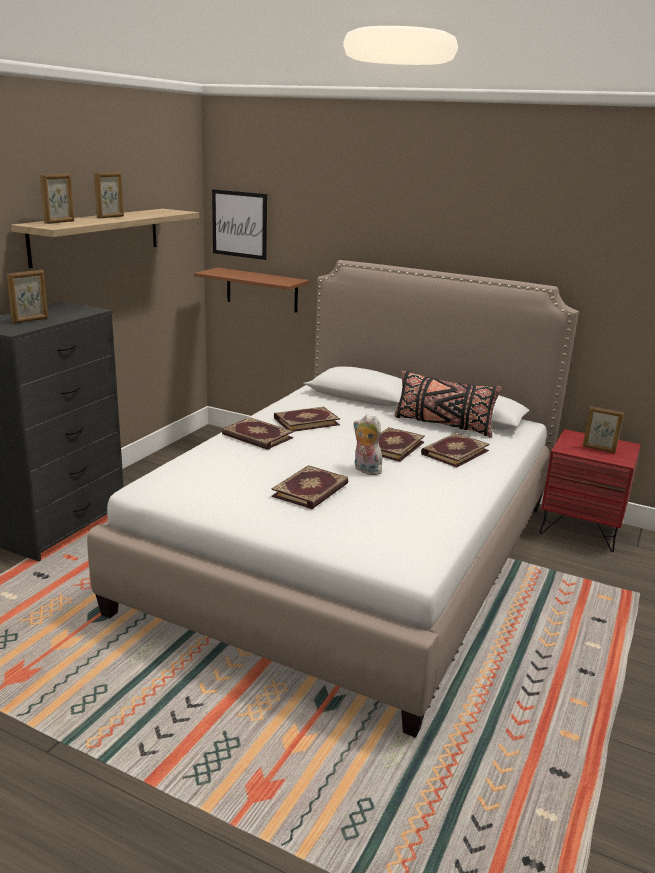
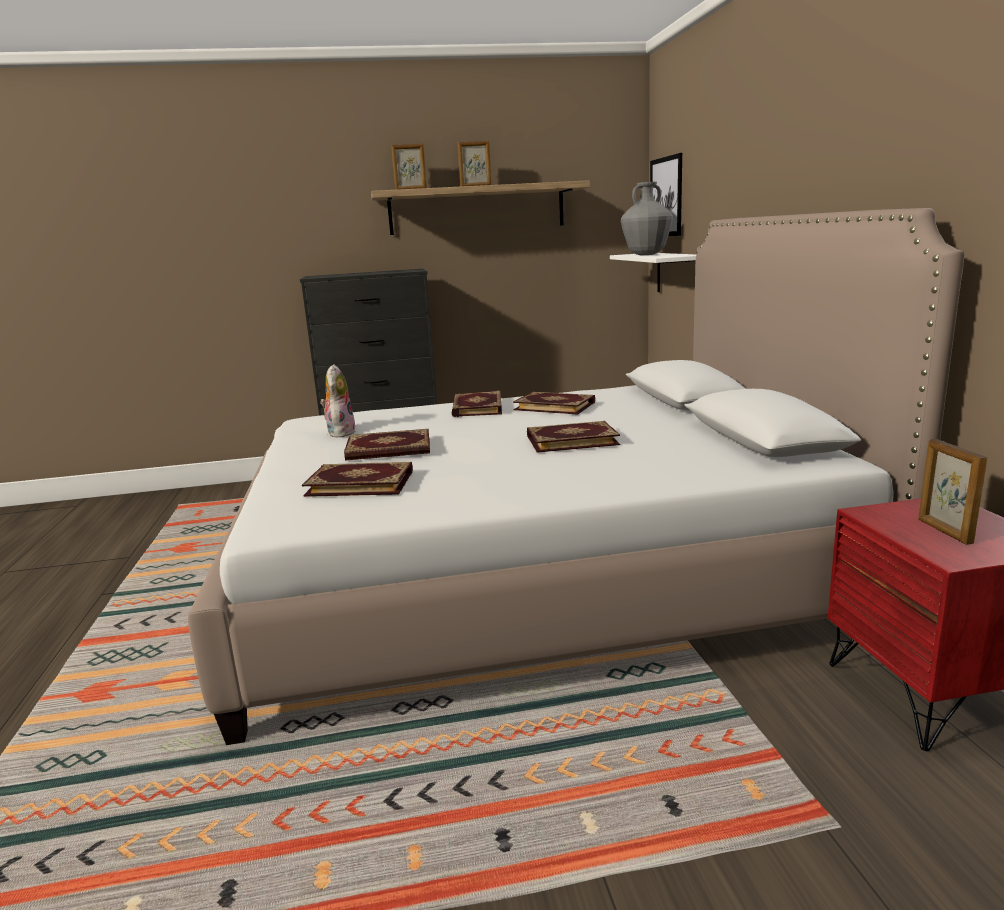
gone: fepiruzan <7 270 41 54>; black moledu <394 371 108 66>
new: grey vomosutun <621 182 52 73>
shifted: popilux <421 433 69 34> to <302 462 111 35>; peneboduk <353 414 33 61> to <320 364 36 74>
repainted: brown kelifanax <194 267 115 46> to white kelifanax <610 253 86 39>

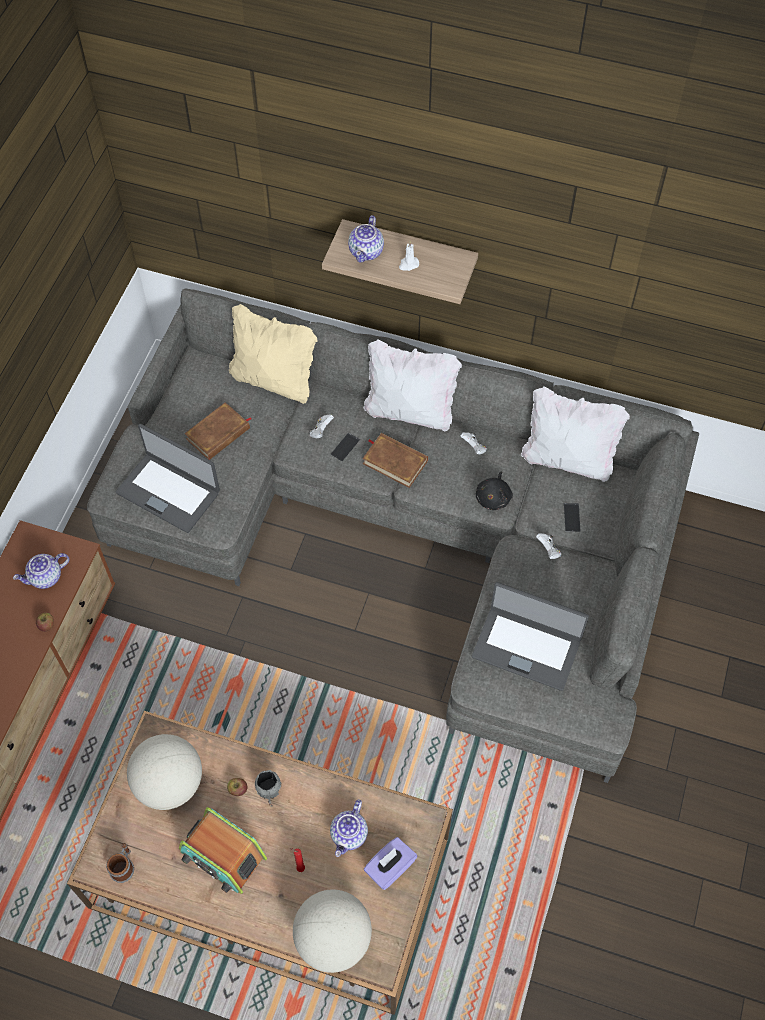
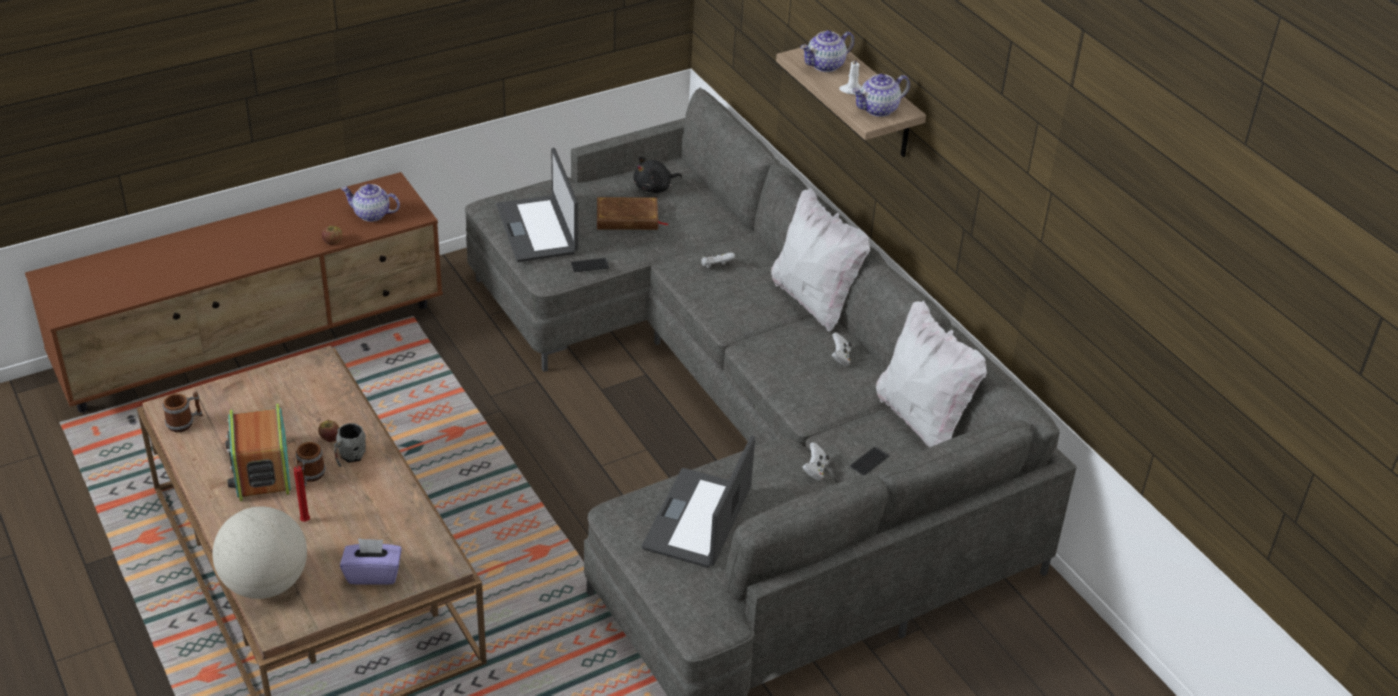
gone: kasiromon <127 734 75 76>; beige moledu <229 304 88 100>; brown popilux <363 433 65 55>
new: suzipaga <296 442 30 44>
shifted: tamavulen <330 433 30 28> to <571 258 38 14>; black peneboduk <476 472 37 38> to <634 156 48 37>; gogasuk <330 799 38 58> to <852 74 58 43>
rotated: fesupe <472 582 117 109> = <642 435 113 133> 45 degrees clockwise

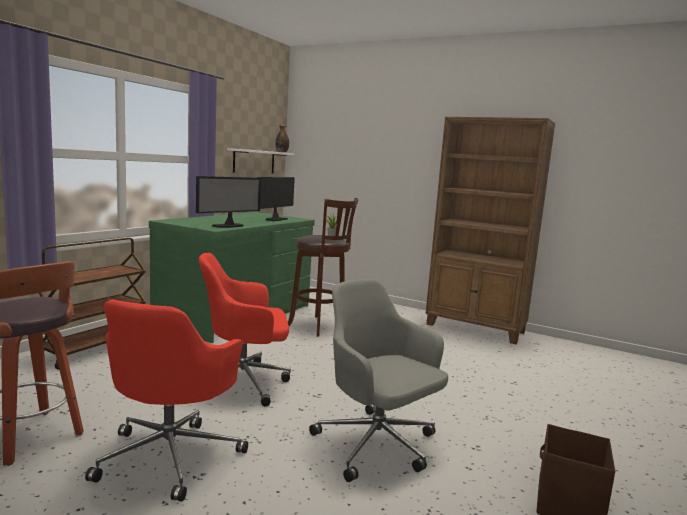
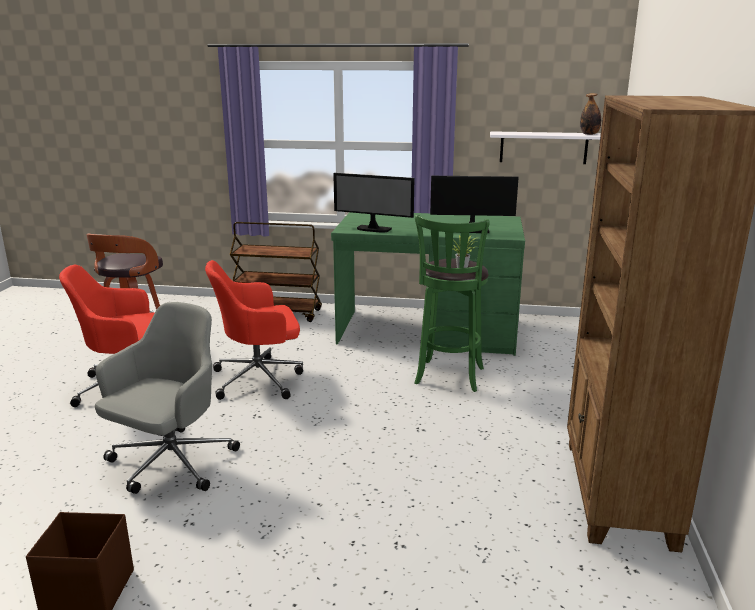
repainted: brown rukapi <288 198 70 138> to green rukapi <415 215 75 177>
rotated: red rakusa <199 253 92 153> = <205 260 98 140> 75 degrees counterclockwise

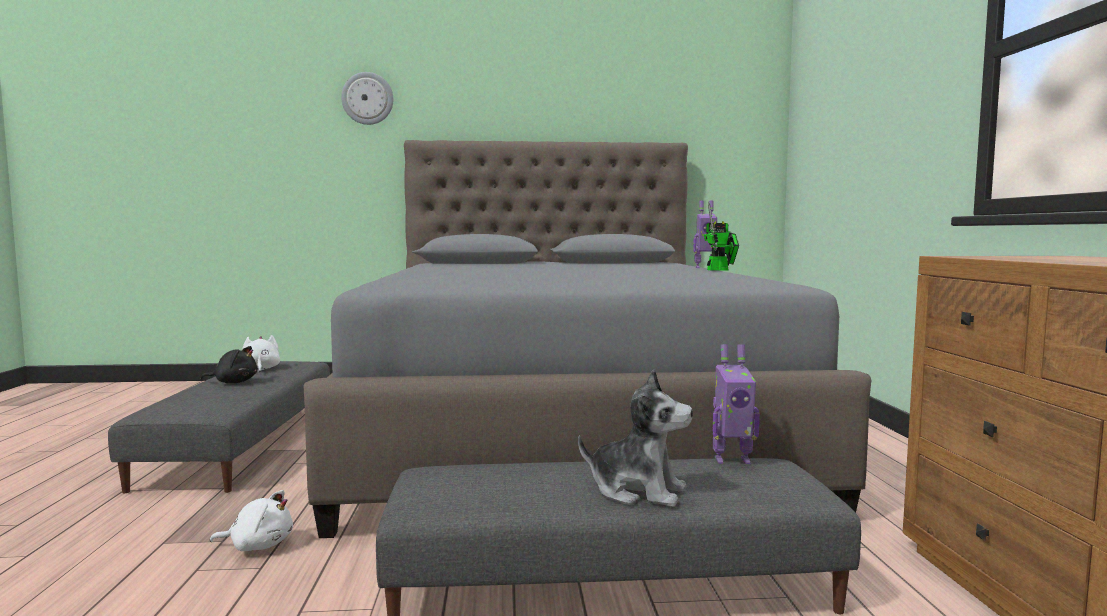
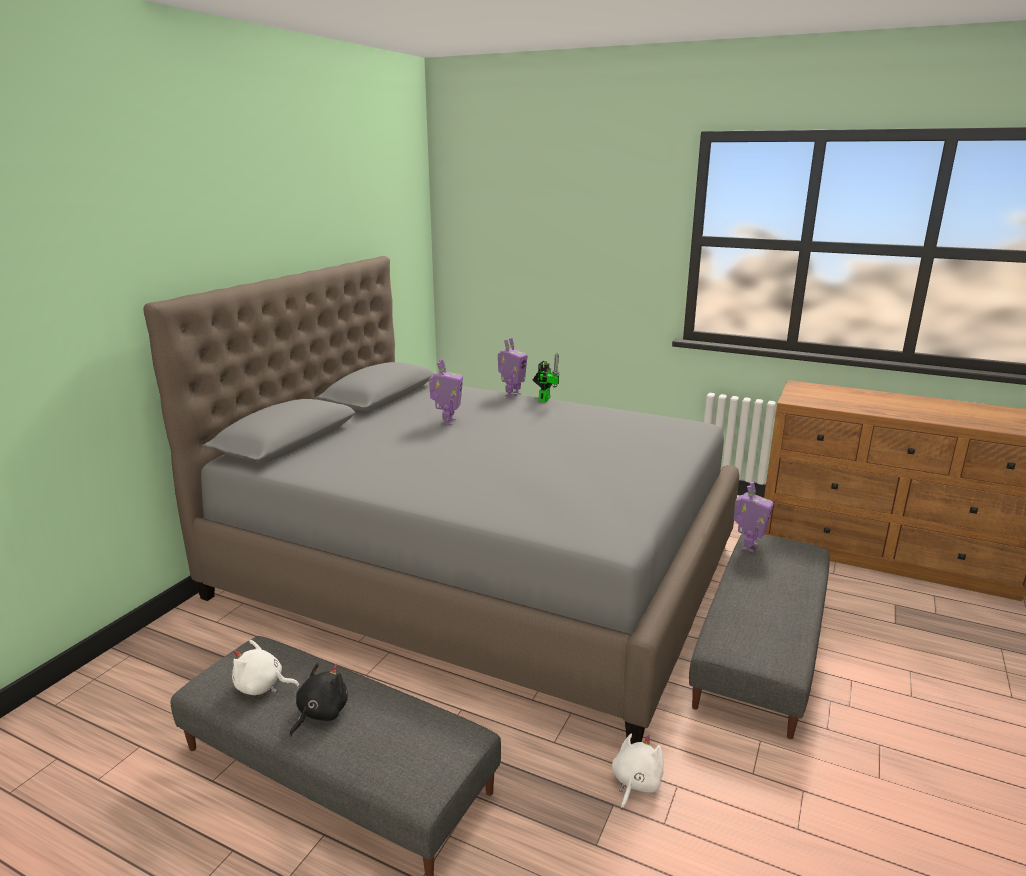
gone: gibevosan <341 72 52 53>; peneboduk <578 370 115 137>
new: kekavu <429 360 34 65>

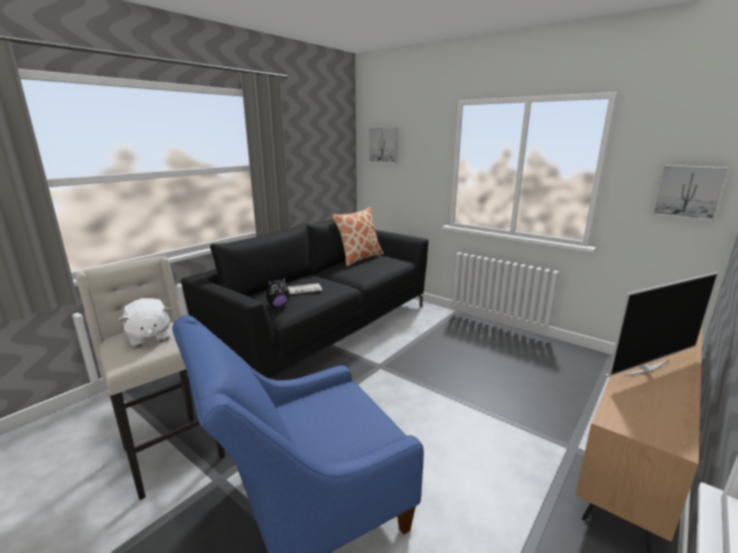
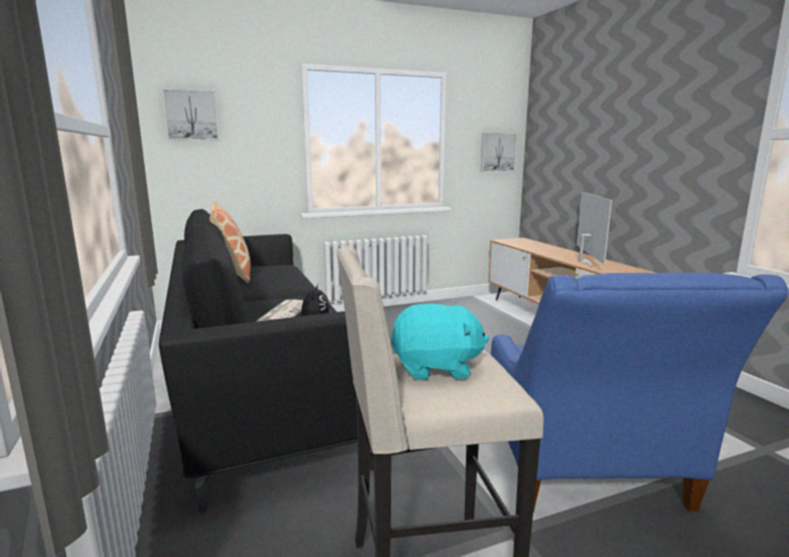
repainted: white peneboduk <119 298 52 49> to turquoise peneboduk <390 303 99 77>

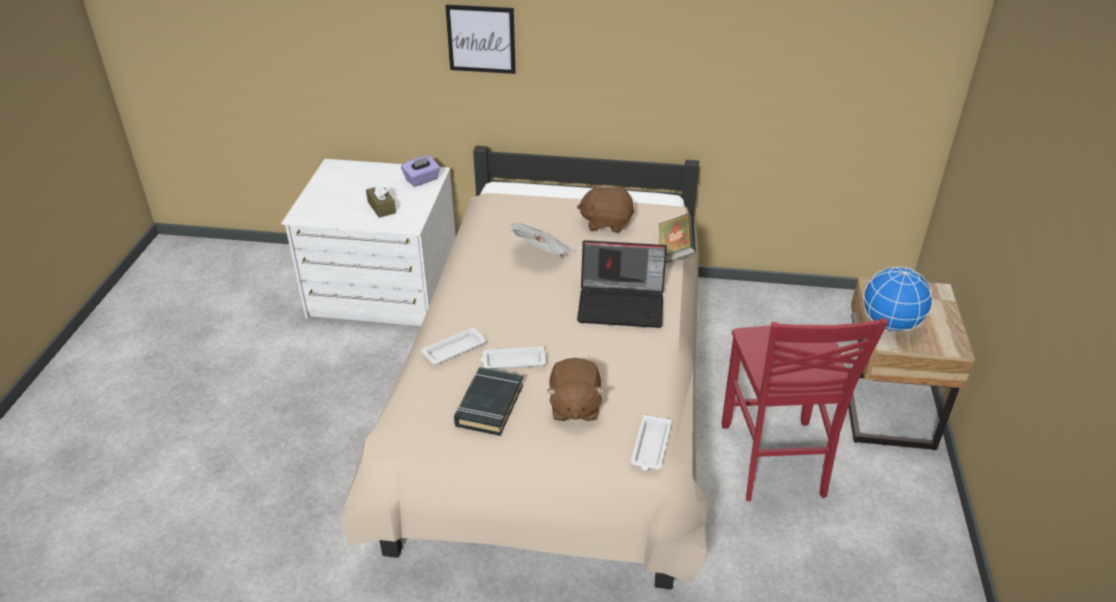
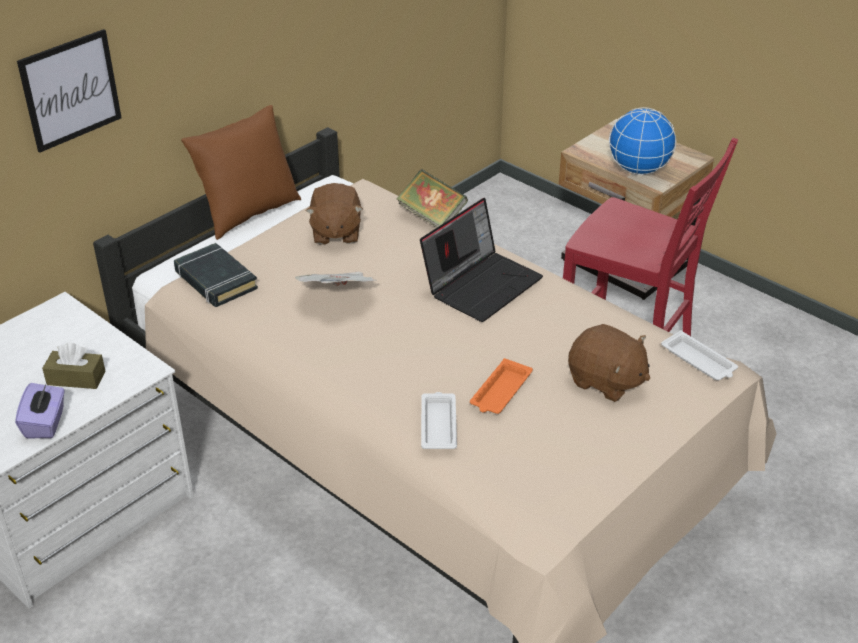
new: brown moledu <181 105 120 135>
shifted: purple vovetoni <401 156 39 31> to <15 383 50 55>; black popilux <454 367 69 69> to <174 243 84 64>
repainted: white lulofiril <480 346 66 23> to orange lulofiril <470 358 63 56>
rotated: brown peneboduk <577 184 58 49> = <306 183 57 62> 45 degrees counterclockwise

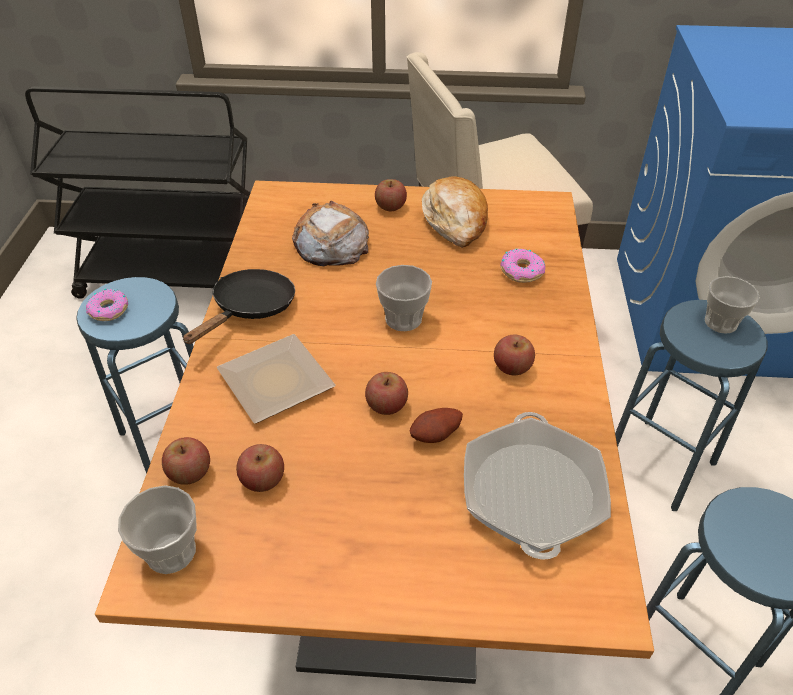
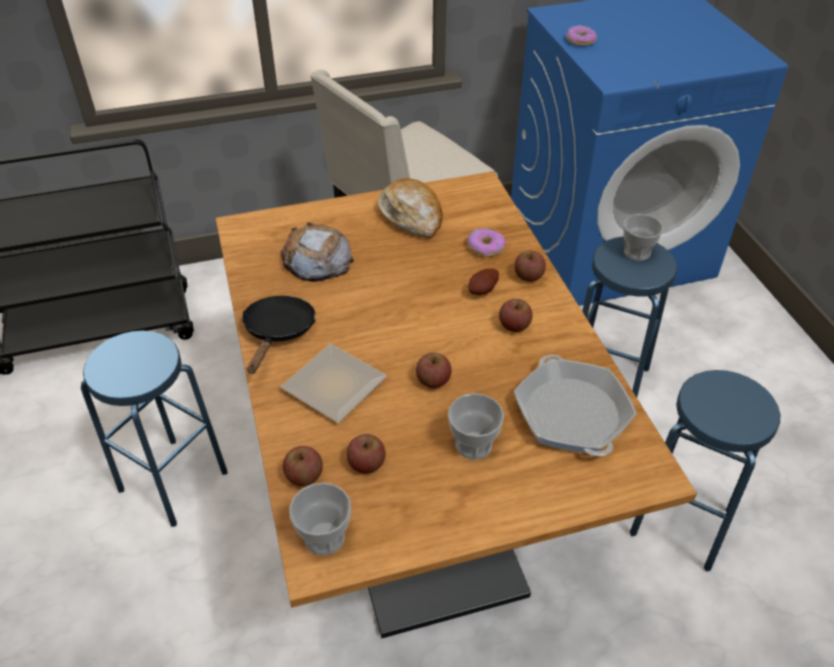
shifted: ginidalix <376 265 56 66> to <448 393 56 67>; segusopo <410 408 53 35> to <468 269 31 26>; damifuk <375 179 32 32> to <514 251 32 31>; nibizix <86 289 42 32> to <566 25 31 21>

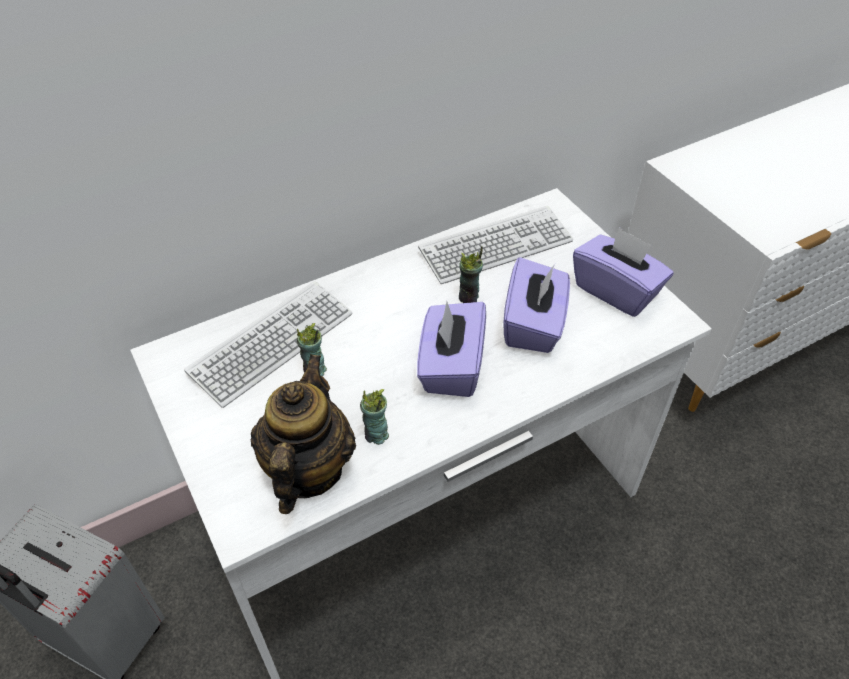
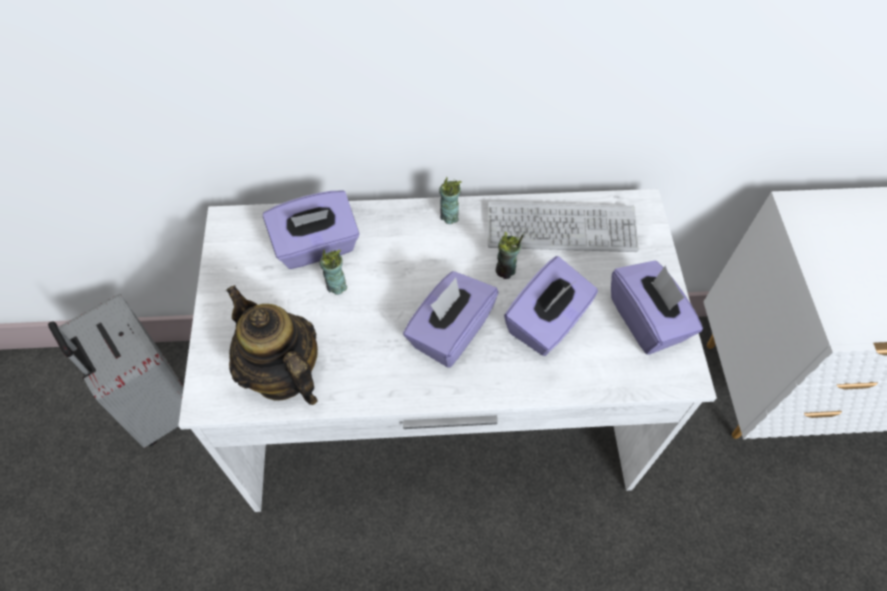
shifted: ginidalix <360 389 29 56> to <439 177 23 47>
swapped: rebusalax <184 281 168 127> to purple vovetoni <263 191 96 78>
rotated: gogasuk <251 354 105 160> = <226 285 92 120> 75 degrees counterclockwise

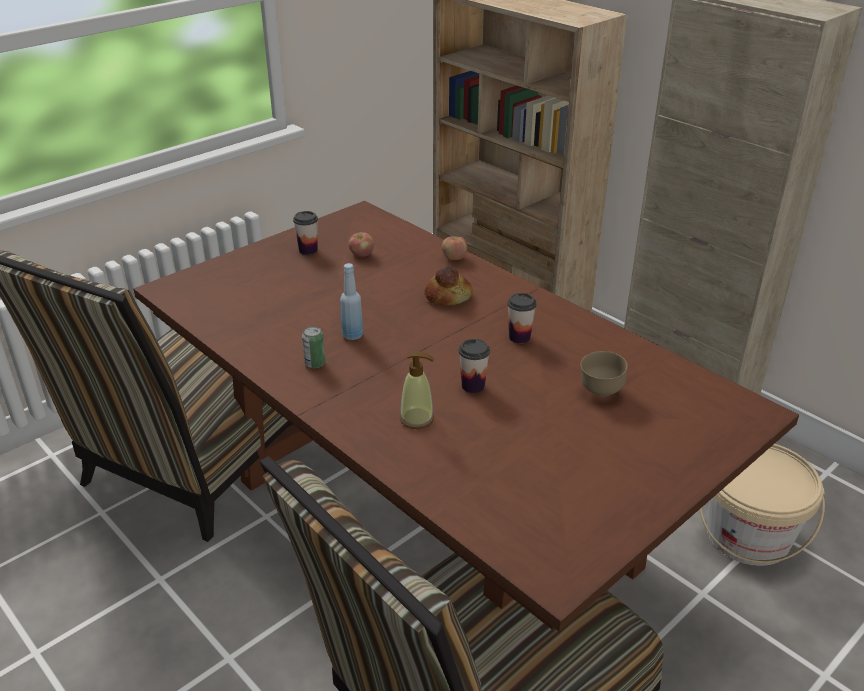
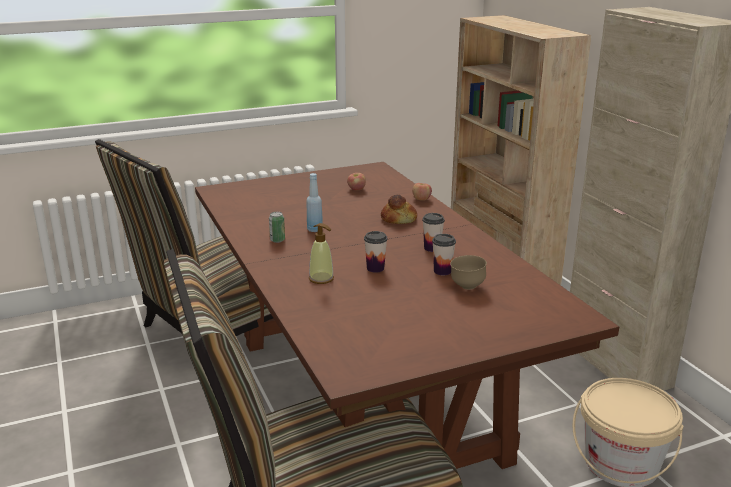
shifted: ginidalix <293 211 25 44> to <432 234 24 41>

